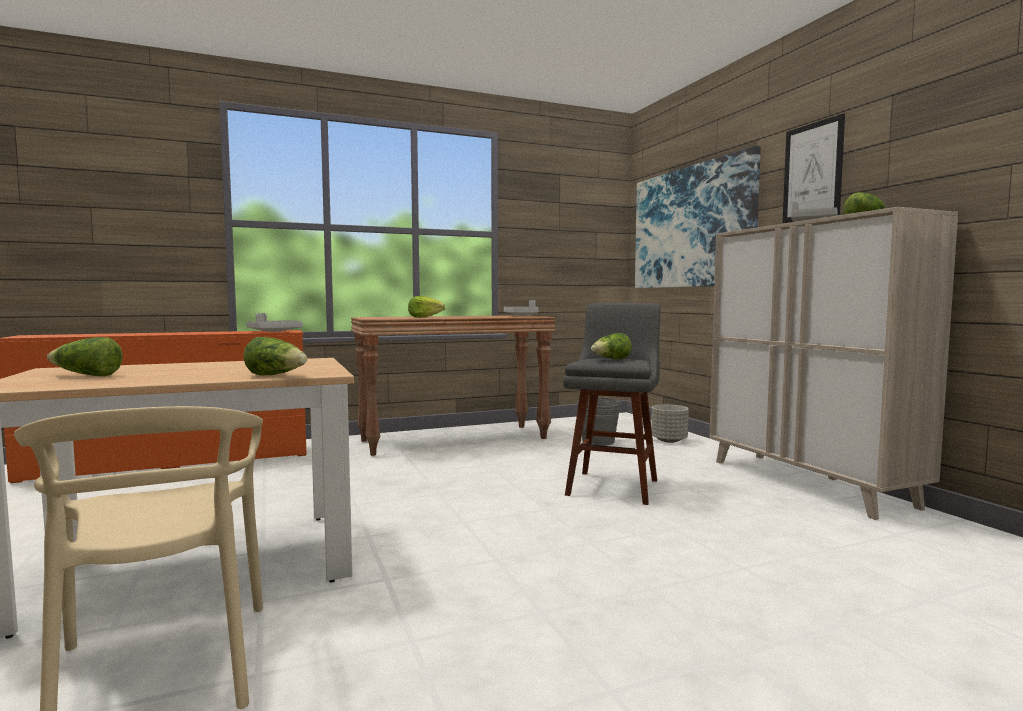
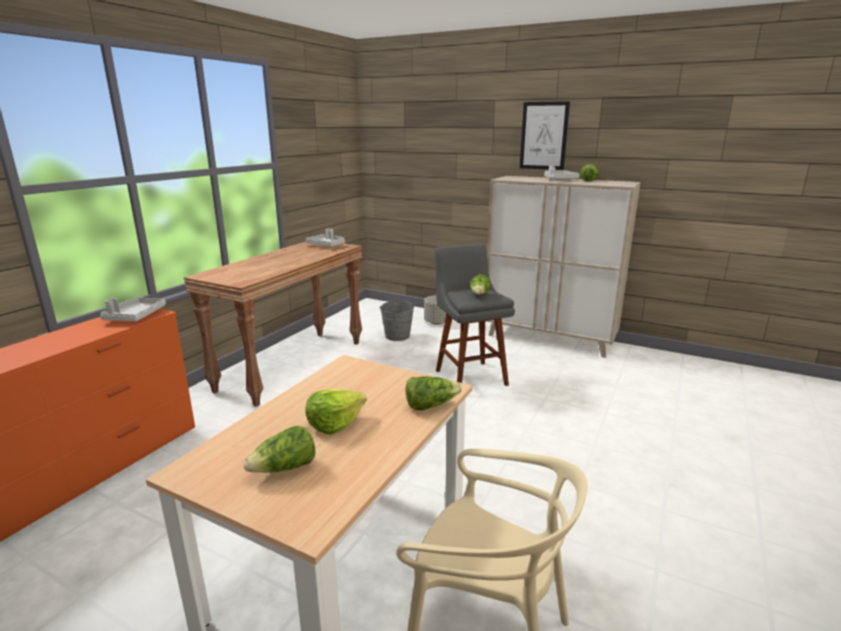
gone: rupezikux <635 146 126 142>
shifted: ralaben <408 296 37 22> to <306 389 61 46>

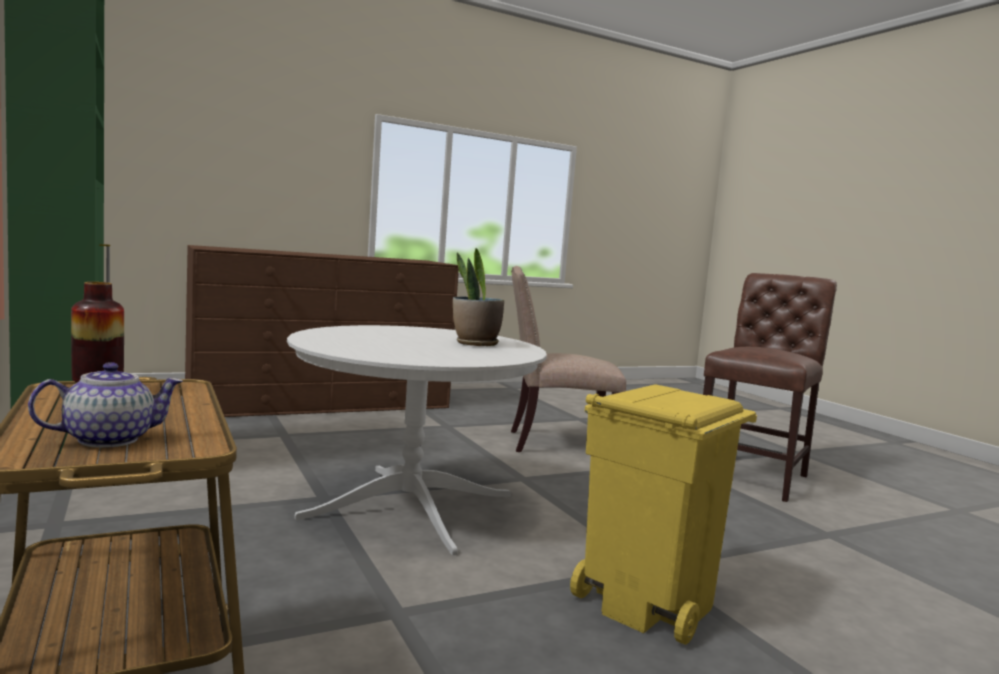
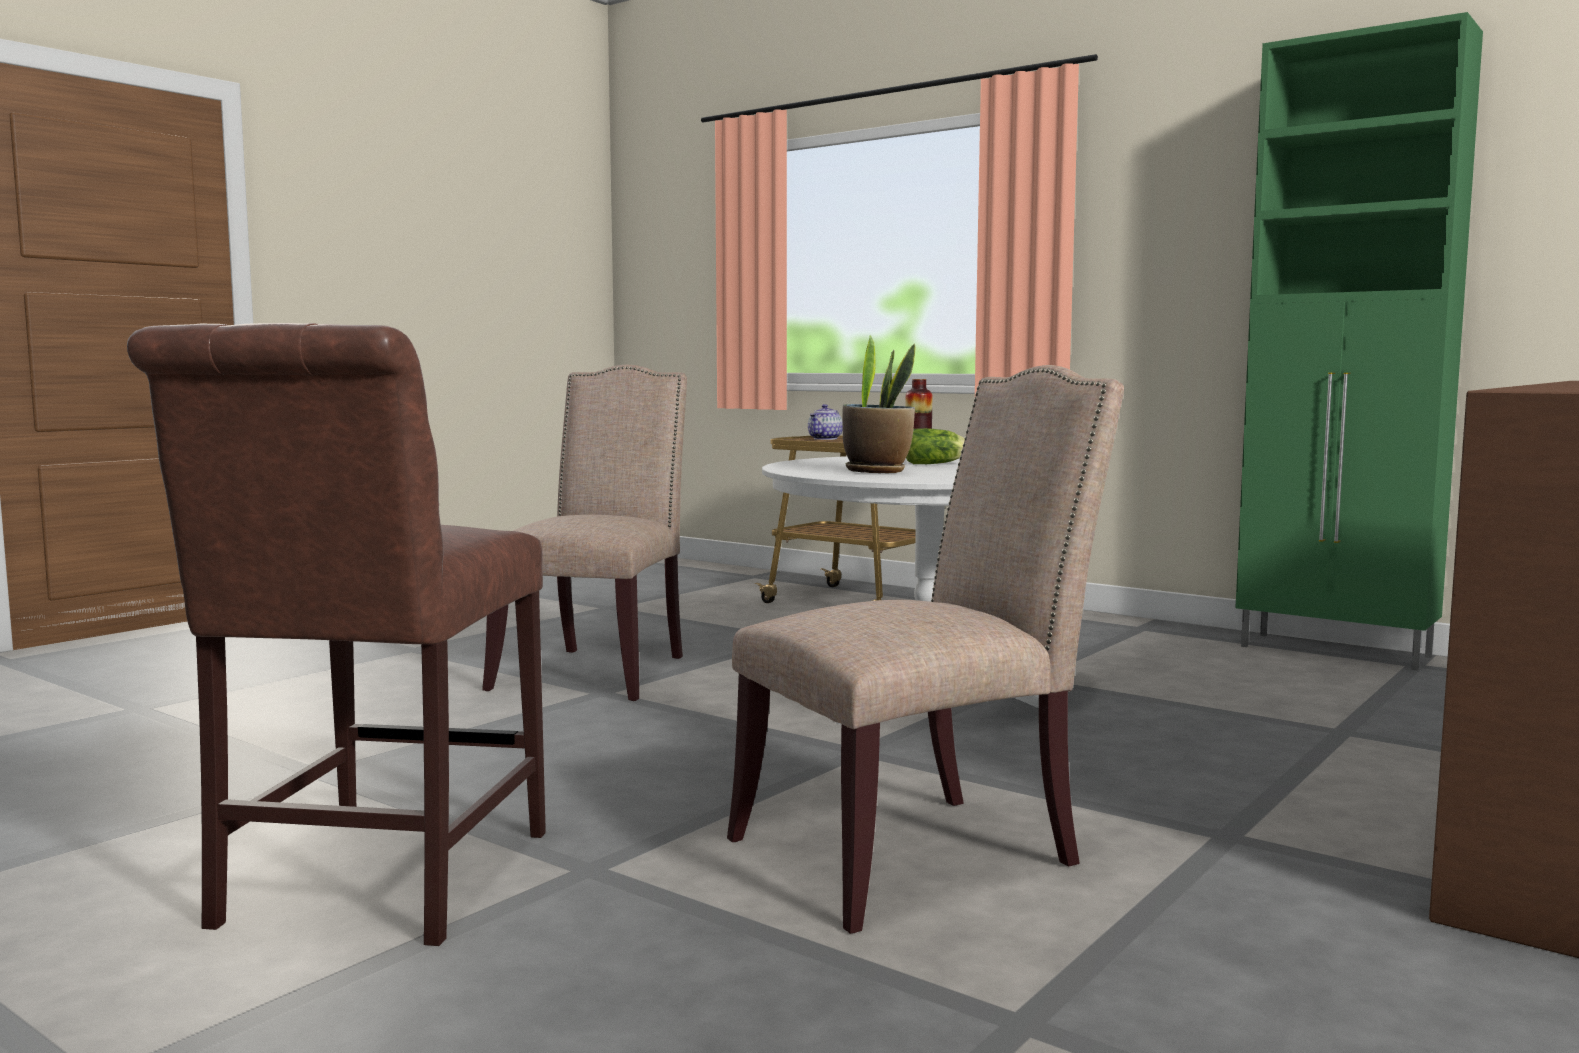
new: ralaben <906 428 59 36>
swapped: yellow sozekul <570 385 187 260> to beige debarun <482 365 205 336>

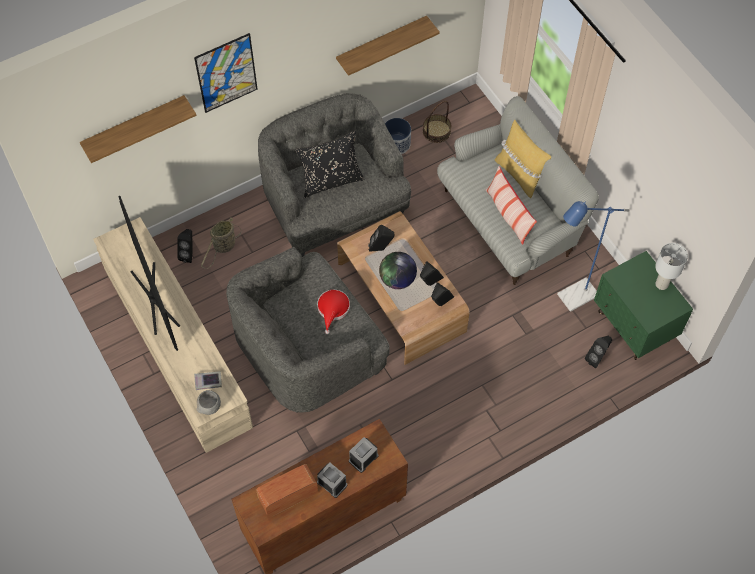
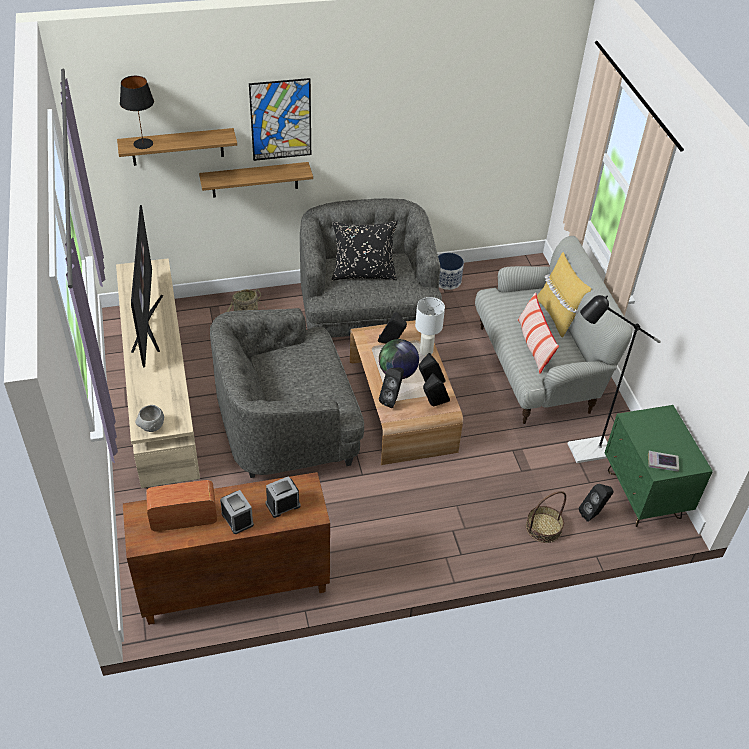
gone: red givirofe <317 290 33 44>
new: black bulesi <120 76 34 73>
shifted: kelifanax <336 16 104 60> to <199 162 114 36>; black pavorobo <177 229 16 34> to <379 367 25 41>; white bulesi <655 243 33 47> to <415 297 30 59>; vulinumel <423 101 28 42> to <526 491 40 52>; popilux <194 371 28 19> to <648 451 31 21>
repainted: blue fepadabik <557 201 73 111> to black fepadabik <568 295 93 168>

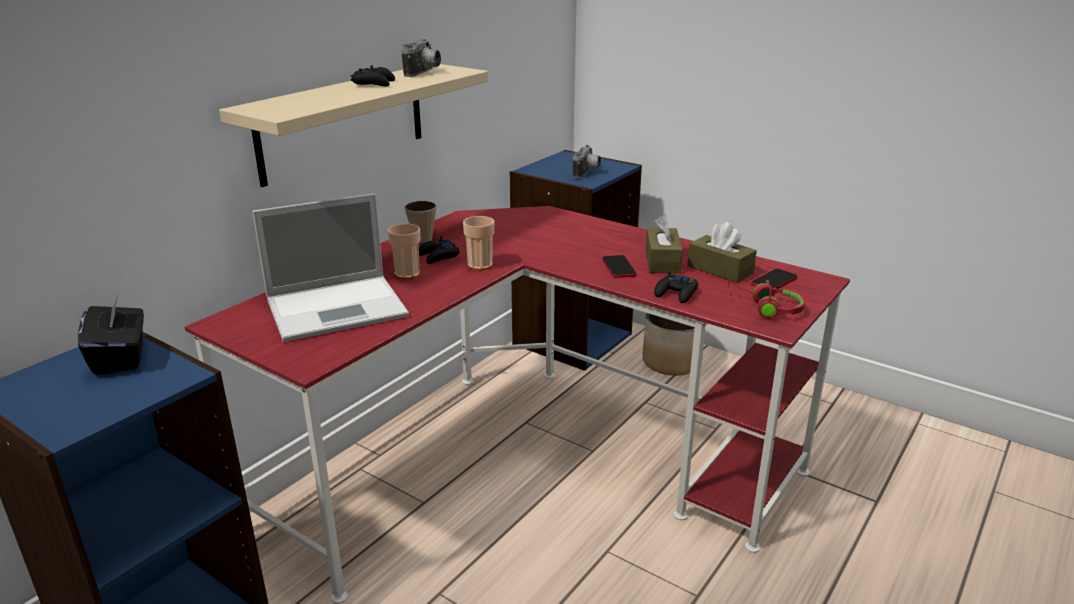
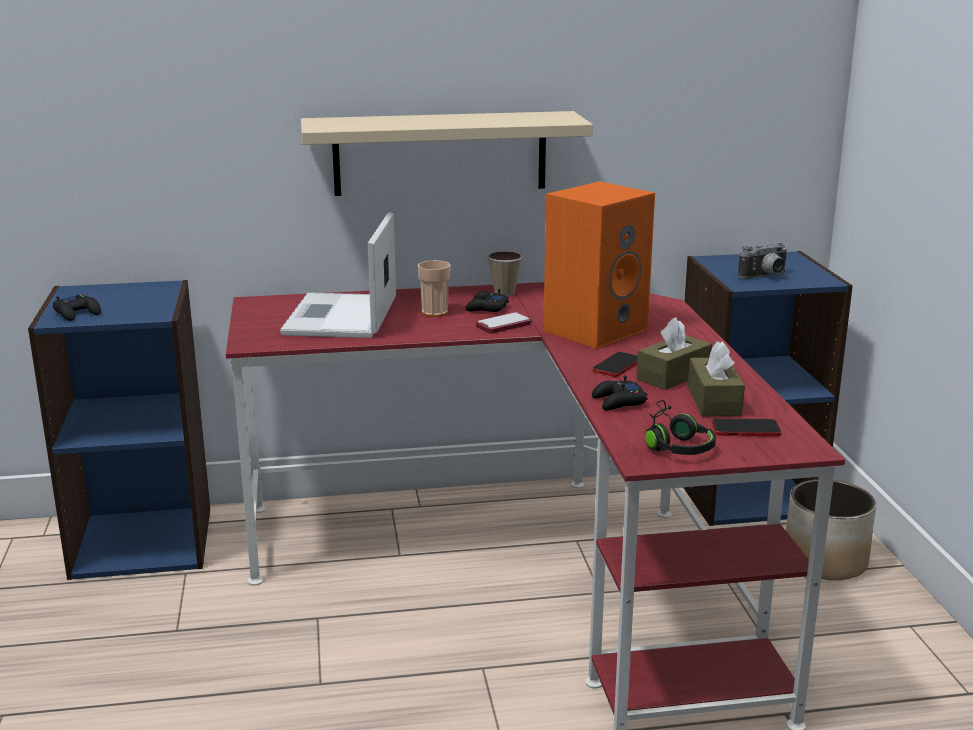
gone: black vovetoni <78 294 66 81>; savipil <401 39 40 38>
new: orange pavorobo <543 181 112 168>
shifted: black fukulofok <351 66 44 21> to <53 295 48 26>
swapped: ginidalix <463 216 31 55> to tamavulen <476 312 55 21>
repainted: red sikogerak <728 280 77 38> to black sikogerak <645 400 71 55>
rotated: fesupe <252 194 157 148> = <280 212 116 126> 75 degrees clockwise

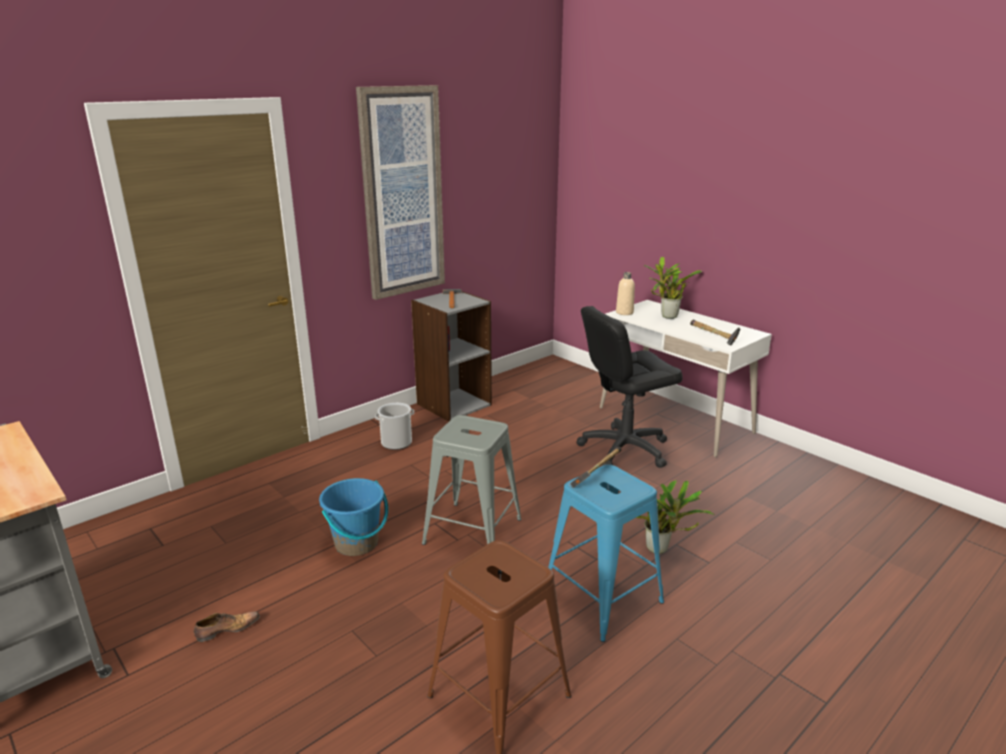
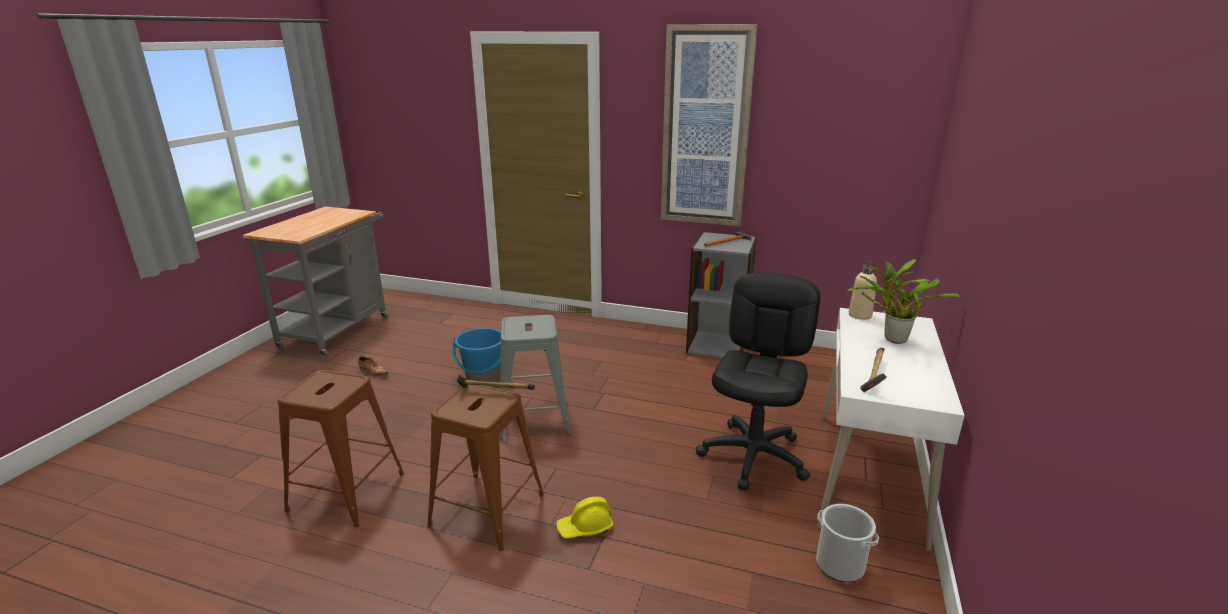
shifted: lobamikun <375 403 39 47> to <816 504 63 78>
swapped: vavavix <636 480 80 74> to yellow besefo <556 497 57 42>
repainted: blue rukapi <548 464 116 178> to brown rukapi <427 385 117 166>
rotated: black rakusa <576 306 107 162> = <696 272 124 219> 75 degrees clockwise

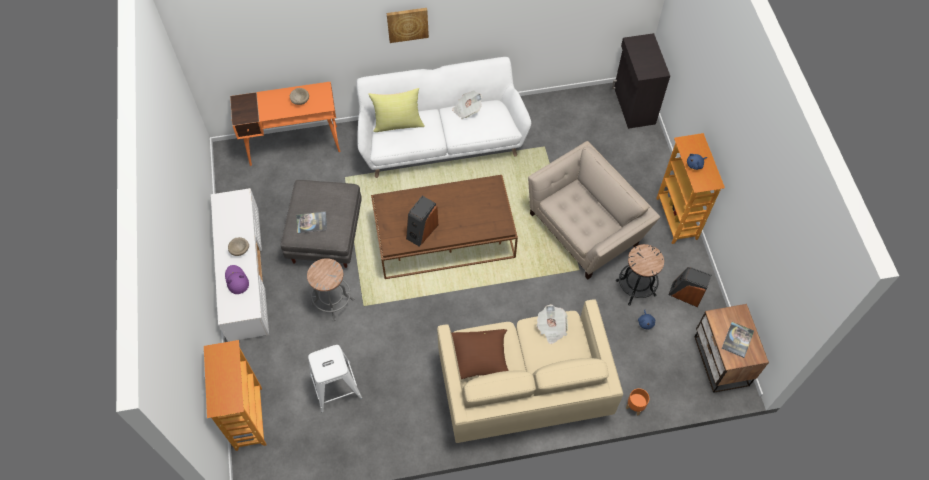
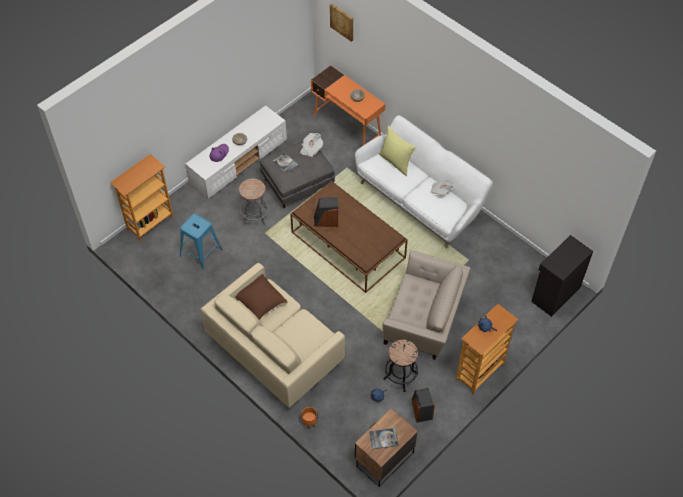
shifted: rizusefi <537 304 31 40> to <300 133 23 24>; rupezikux <387 8 42 35> to <330 3 23 39>
repainted: white rukapi <308 345 54 67> to blue rukapi <180 214 42 56>

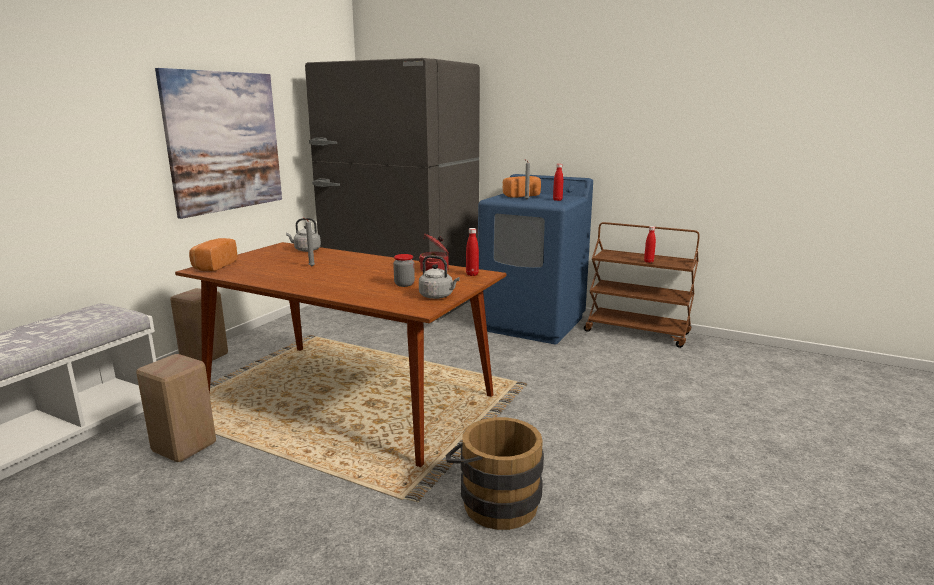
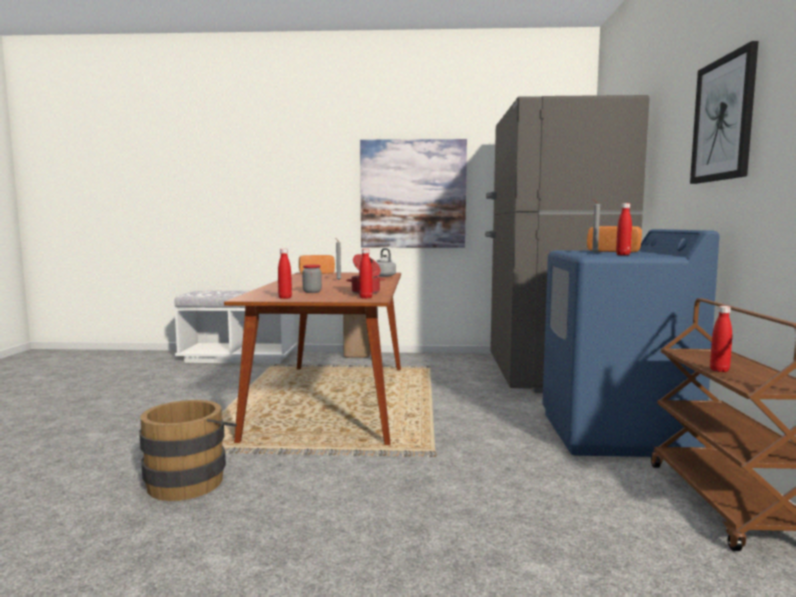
gone: beige rukapi <136 354 80 108>
new: rupezikux <690 41 68 143>
swapped: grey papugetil <419 255 41 44> to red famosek <278 249 14 50>

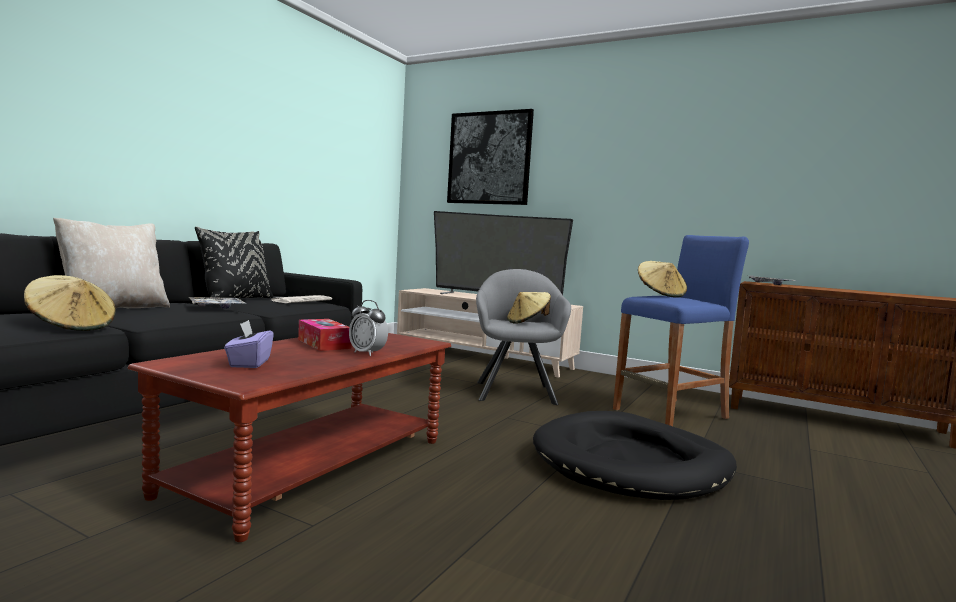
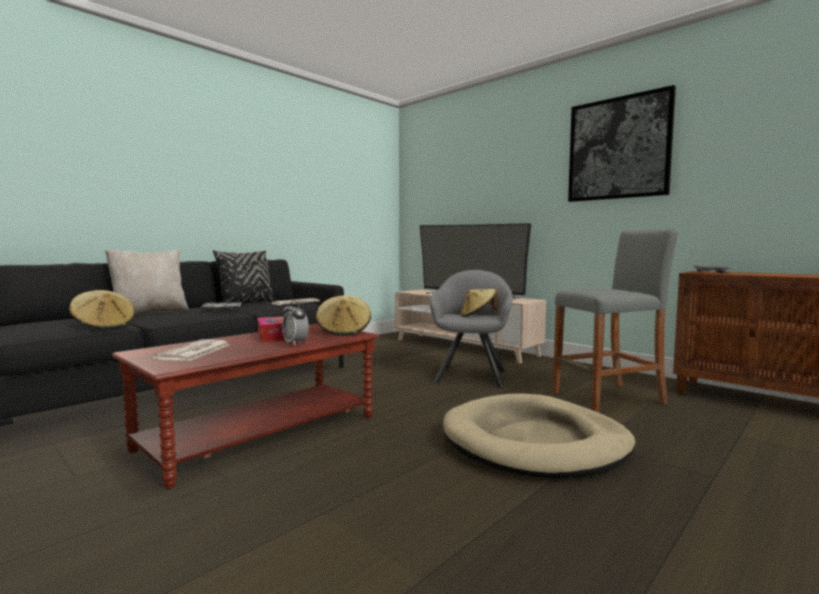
shifted: beige givirofe <638 261 49 37> to <316 295 55 41>; rupezikux <447 109 87 96> to <568 85 108 117>
swapped: purple vovetoni <224 320 50 48> to rizusefi <153 340 76 21>
repainted: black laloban <533 411 204 89> to beige laloban <443 393 192 85>; blue rukapi <613 235 136 191> to grey rukapi <553 228 125 185>

